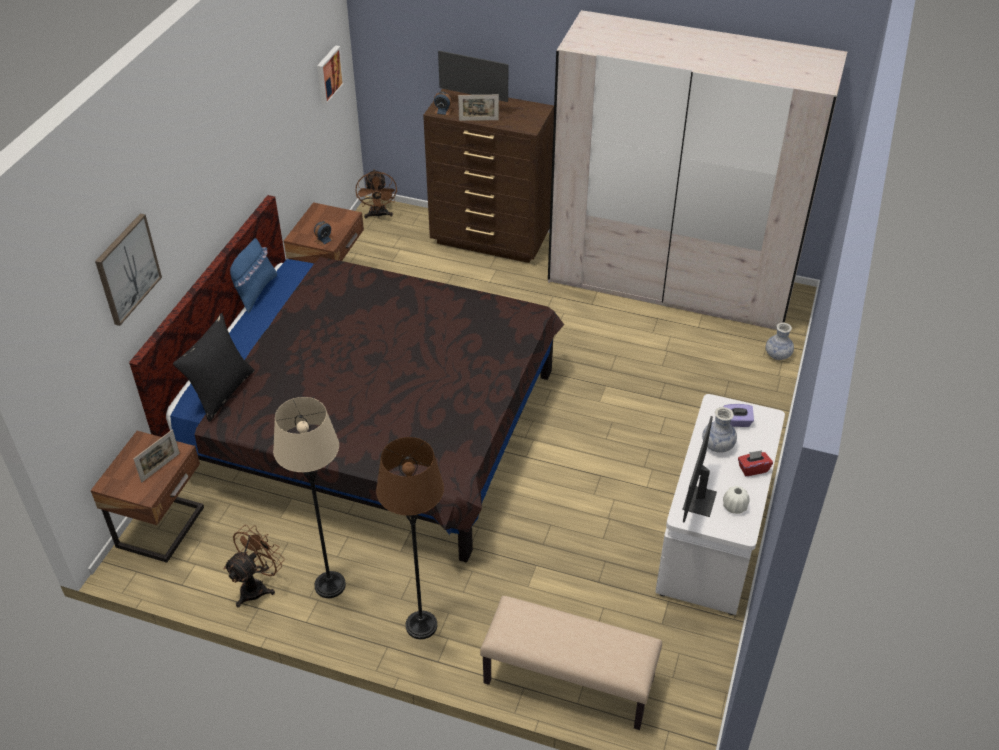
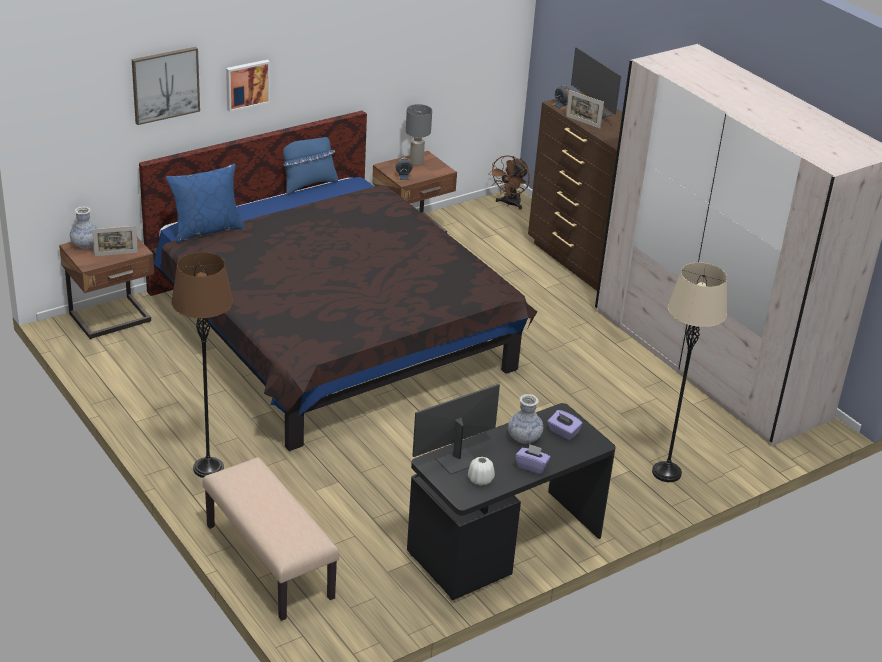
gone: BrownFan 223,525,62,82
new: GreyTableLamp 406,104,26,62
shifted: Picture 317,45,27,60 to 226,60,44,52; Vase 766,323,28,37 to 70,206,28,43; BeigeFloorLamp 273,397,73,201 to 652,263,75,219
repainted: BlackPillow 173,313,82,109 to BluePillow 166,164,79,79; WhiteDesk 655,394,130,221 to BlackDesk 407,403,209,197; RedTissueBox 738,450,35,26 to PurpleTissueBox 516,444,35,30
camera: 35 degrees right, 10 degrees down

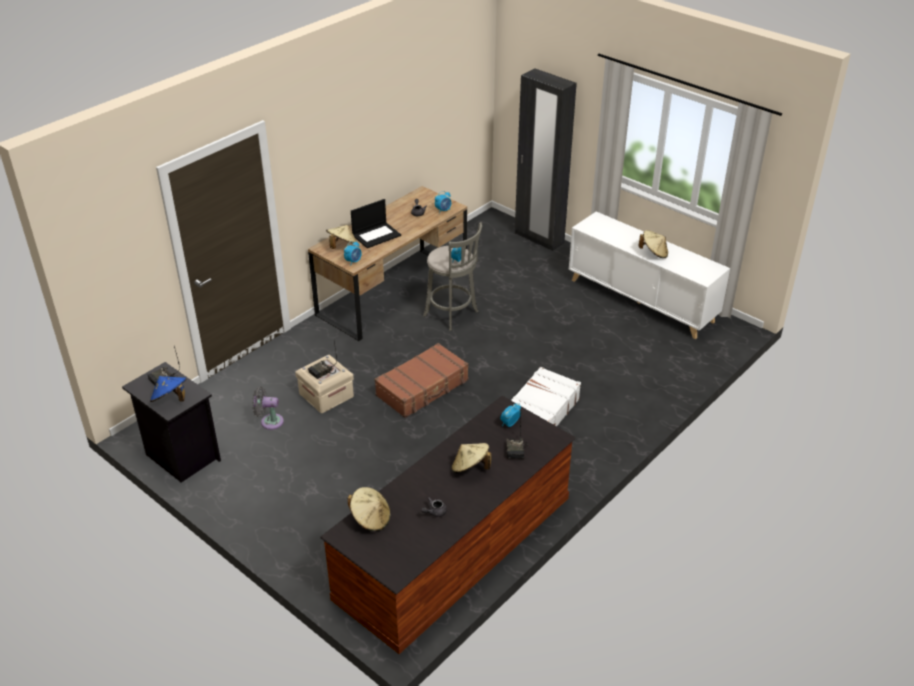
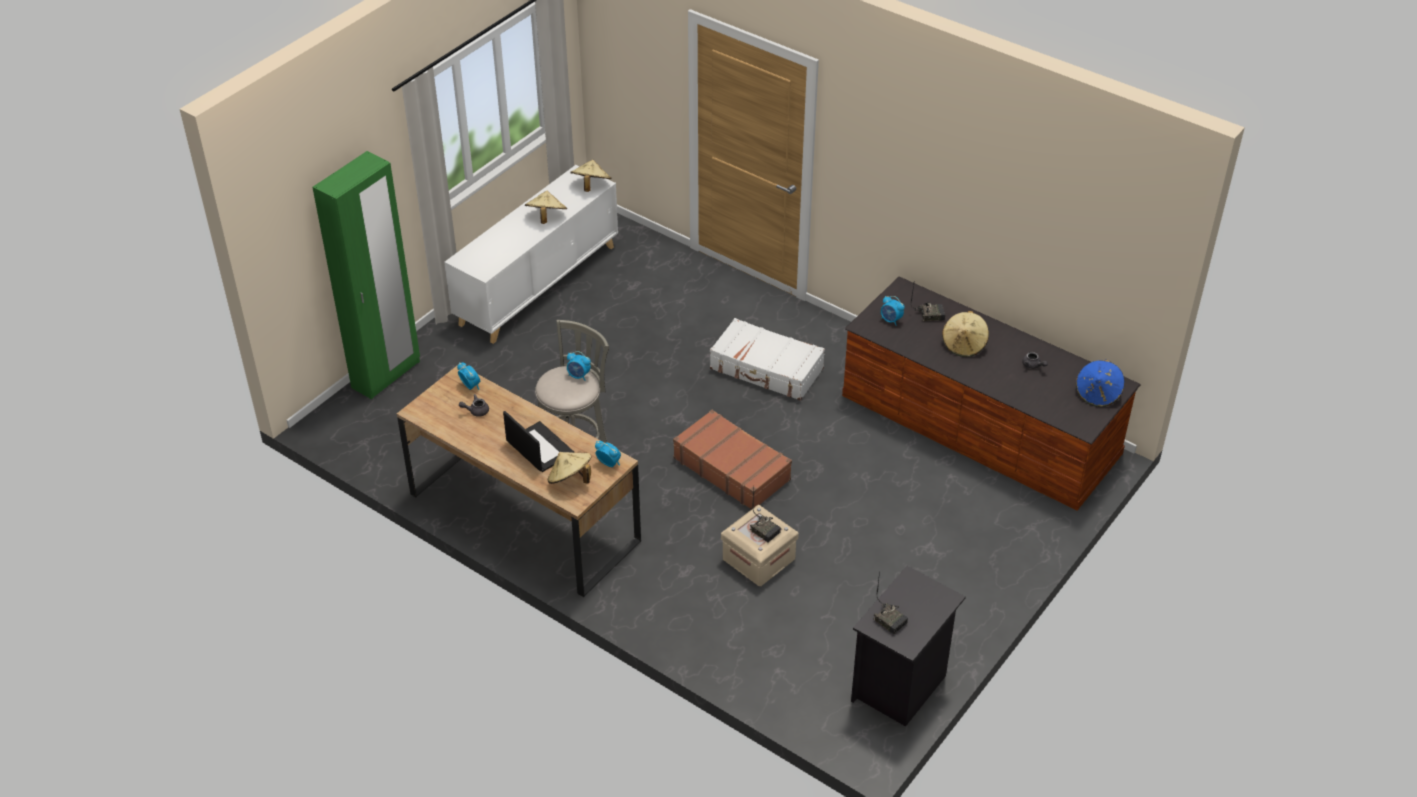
gone: GreyFan 252,387,32,43
shifted: BlueHat 150,376,36,26 to 1076,359,48,48; BeigeHat 348,487,42,44 to 570,160,41,32
repainted: BlackWardrobe 515,68,62,183 to GreenWardrobe 313,151,107,248
camera: 95 degrees left, 5 degrees up

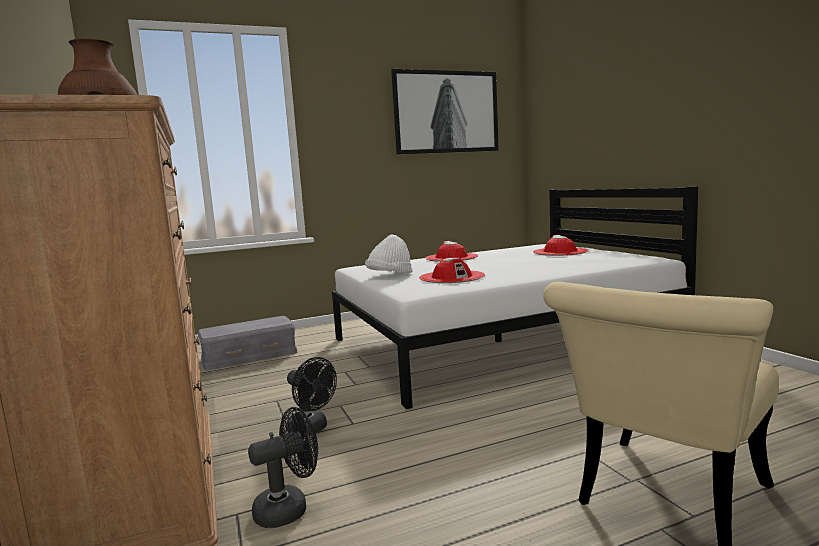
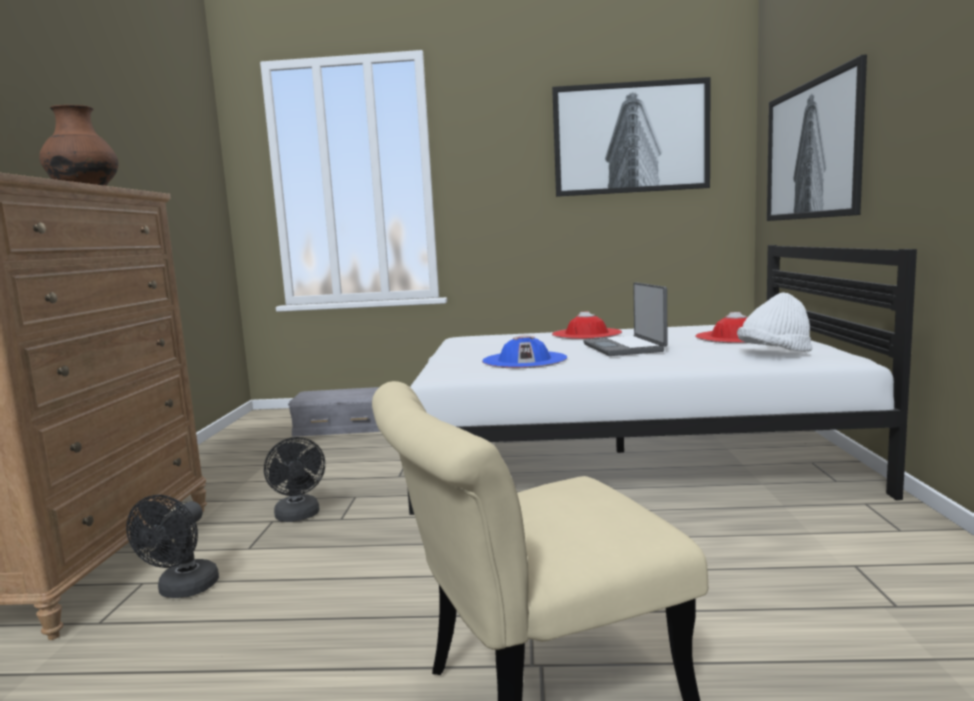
new: Picture 767,54,100,167; Laptop 583,282,85,74
shifted: WhiteHat 365,235,48,38 to 737,293,75,59
repainted: RedHat 419,258,66,25 to BlueHat 482,335,85,33
rotated: BlackFan 248,407,70,121 = 126,495,93,103 105 degrees clockwise
camera: 25 degrees right, 0 degrees up

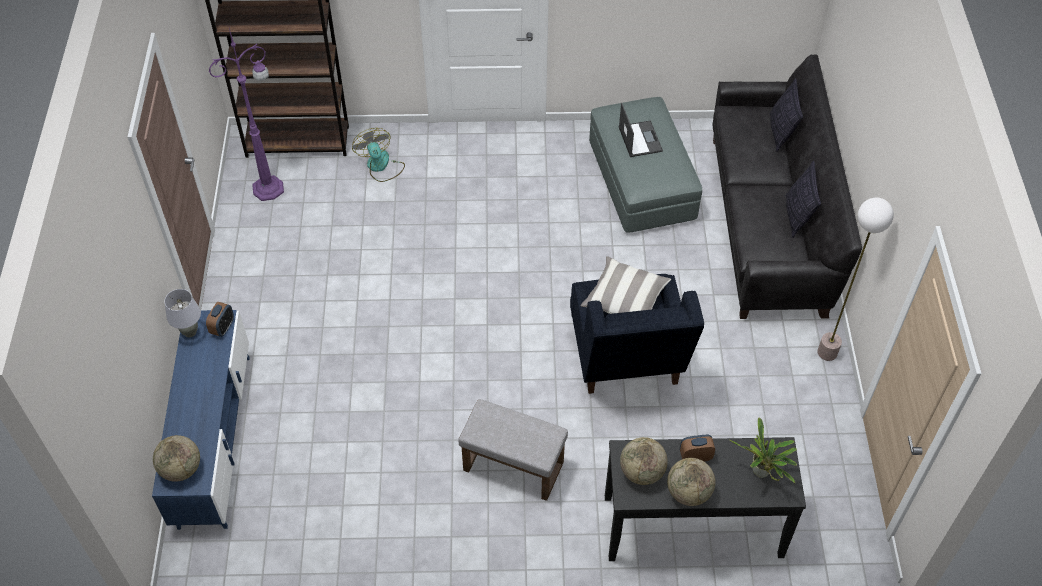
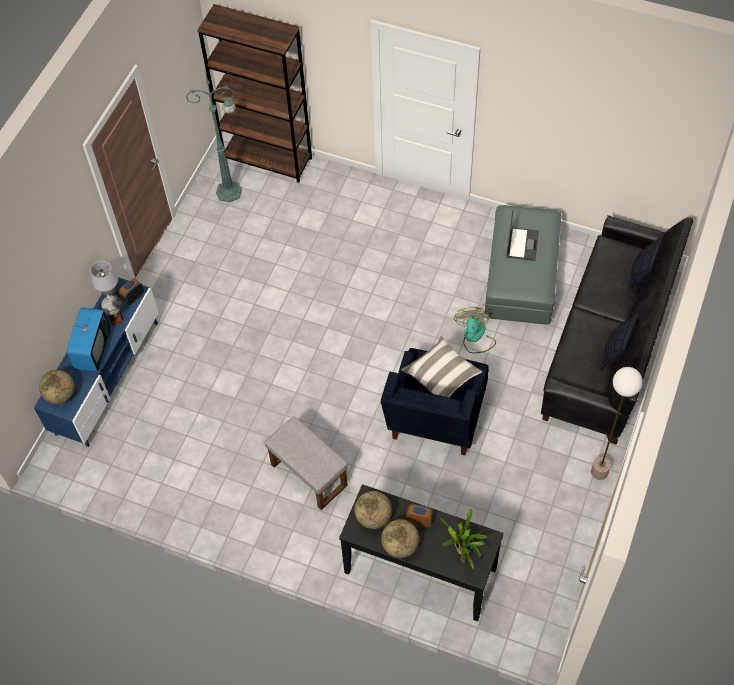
new: Globe 101,294,23,32; Television 67,307,44,65
shifted: Fan 352,128,53,54 to 454,308,42,45
repainted: PurpleFloorLamp 209,28,75,173 to GreenFloorLamp 186,70,56,132
camera: 25 degrees right, 5 degrees up

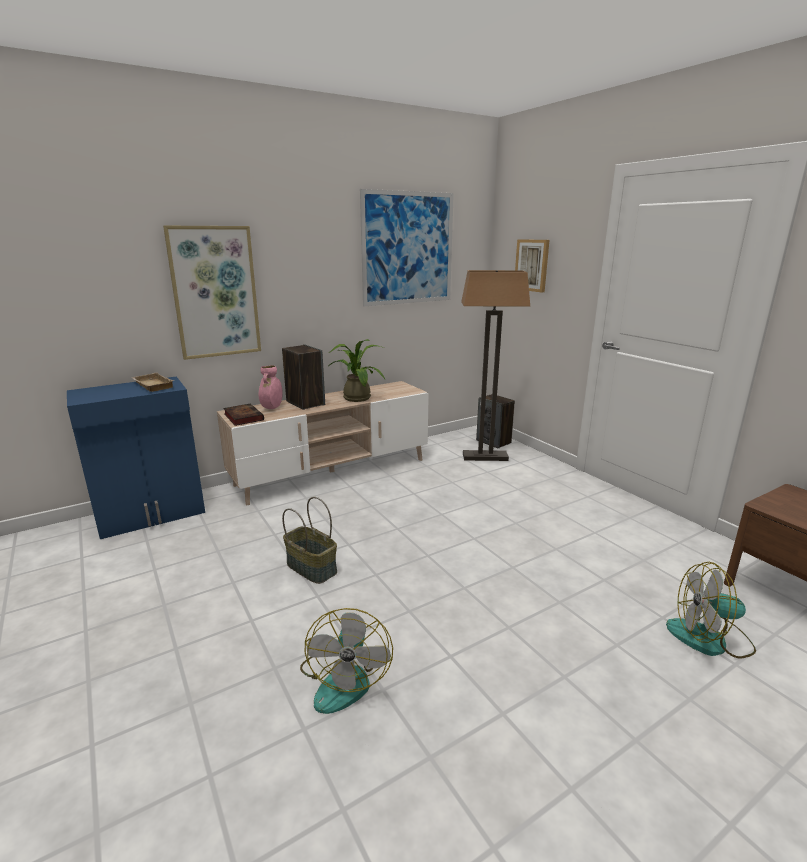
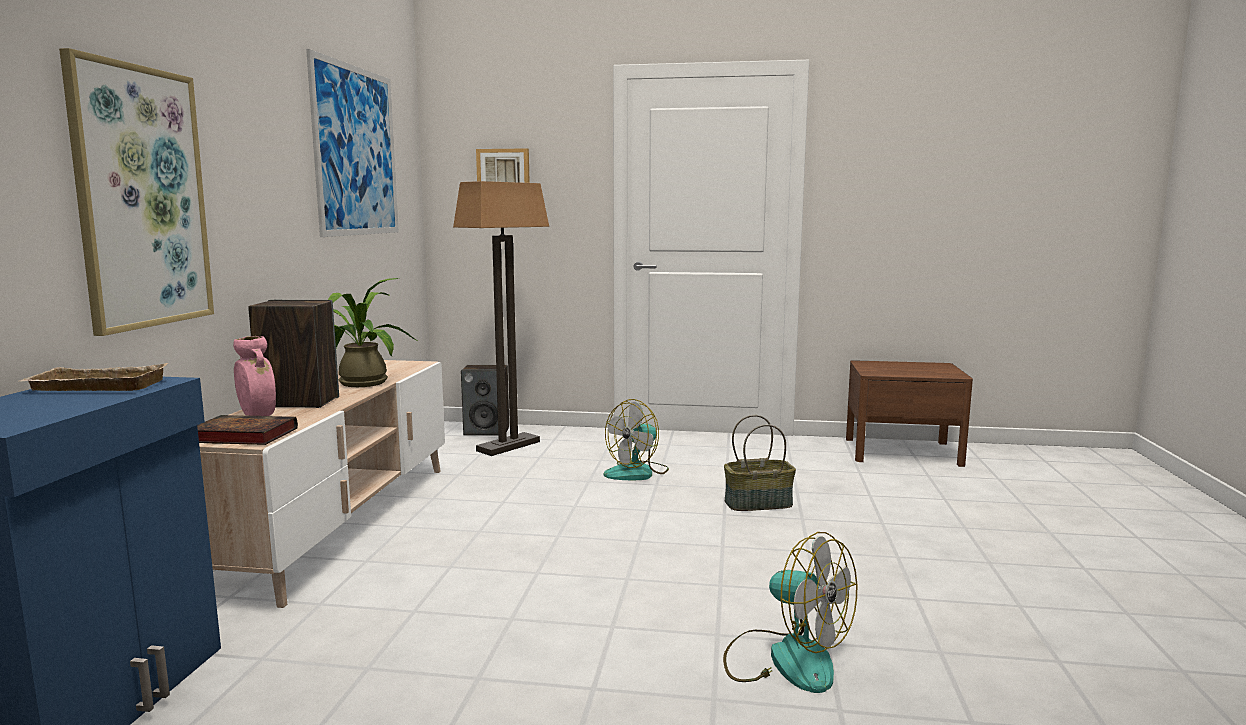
shifted: Basket 282,497,55,87 to 724,415,72,96; Fan 666,562,90,97 to 604,399,65,82
camera: 50 degrees left, 10 degrees down

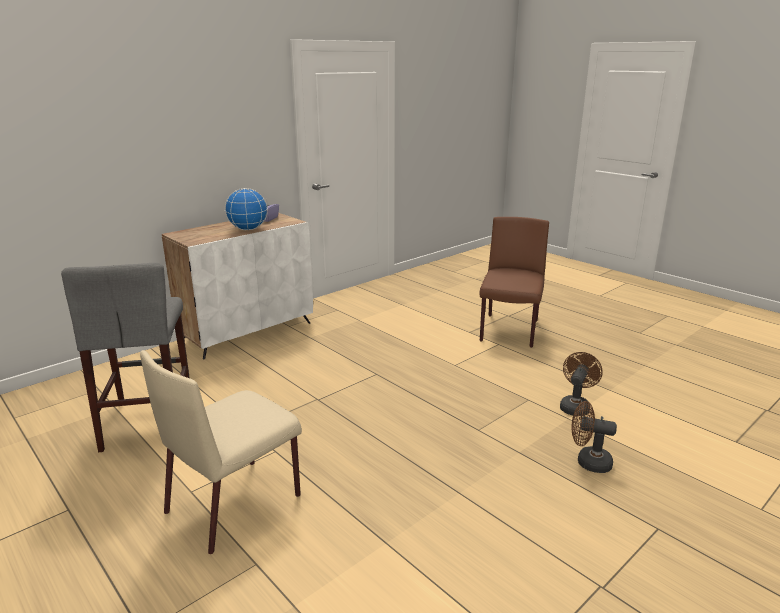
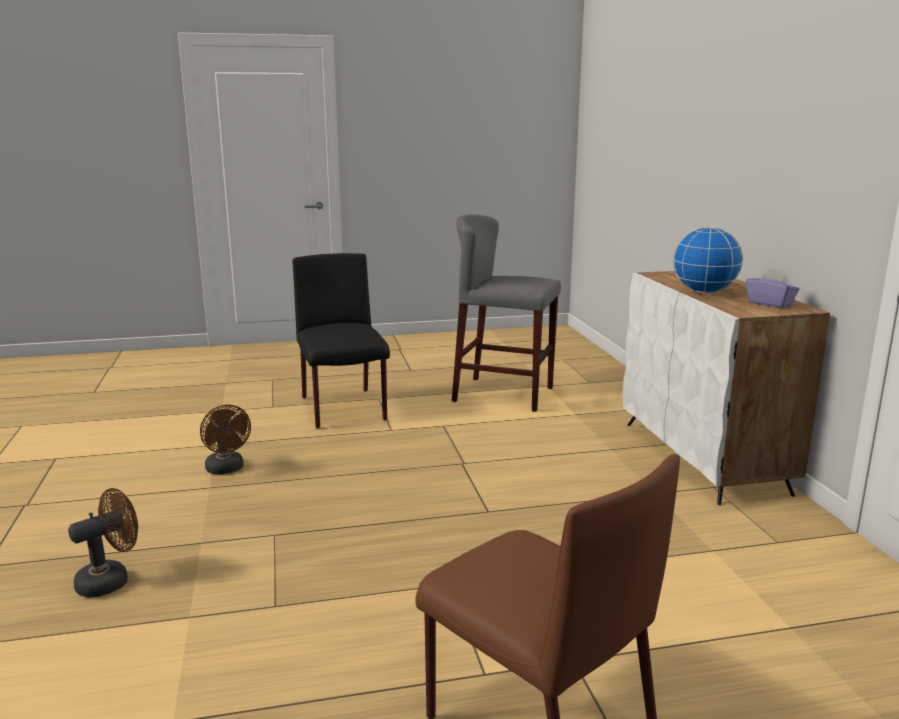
shifted: BrownFan 560,352,43,64 to 200,404,51,70
repainted: BeigeChair 140,350,162,204 to BlackChair 292,253,98,175
camera: 120 degrees right, 5 degrees down

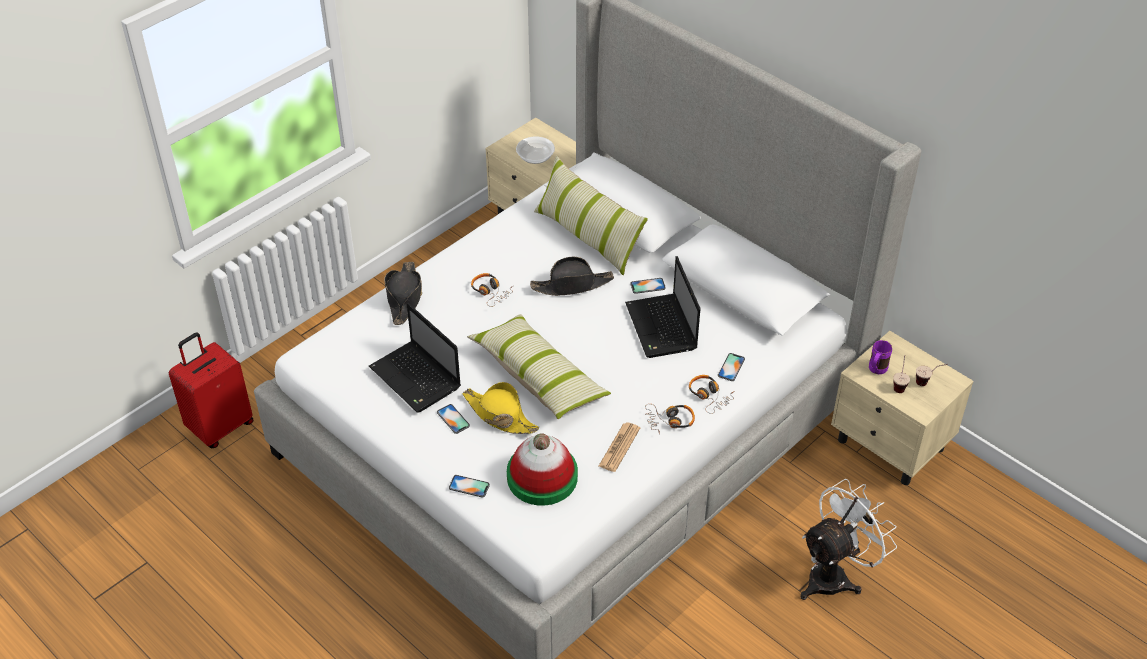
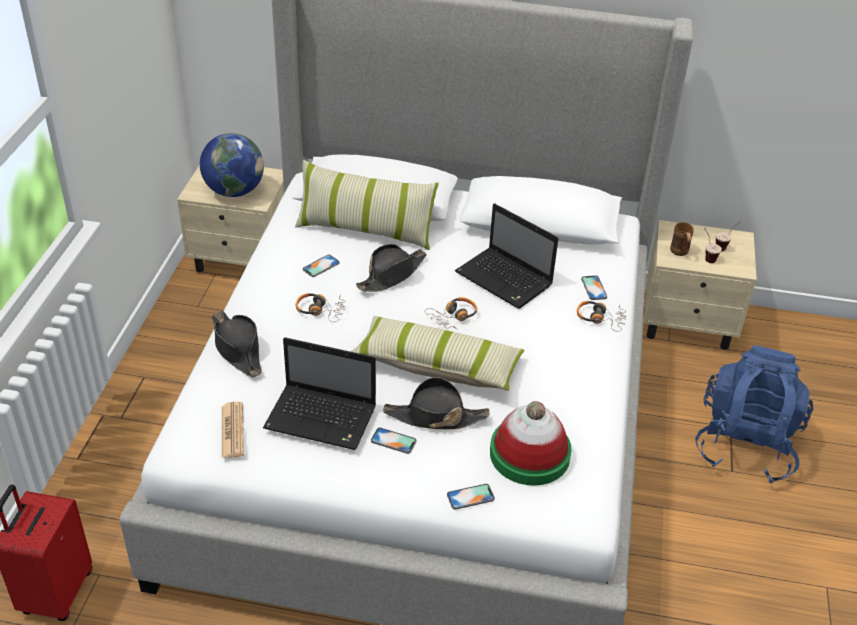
shifted: Phone 630,278,36,16 to 303,255,36,22; Headphones 645,404,50,30 to 425,297,52,32; Newspaper 599,423,41,49 to 222,402,22,56
swapped: Bowl 516,136,39,28 to Globe 200,133,64,64; WhiteFan 800,479,97,121 to BlueBackpack 695,345,119,139
repainted: PurpleMug 869,340,23,34 to BrownMug 670,222,23,34; YellowHat 463,382,76,52 to BlackHat 383,377,107,52
camera: 35 degrees left, 5 degrees down

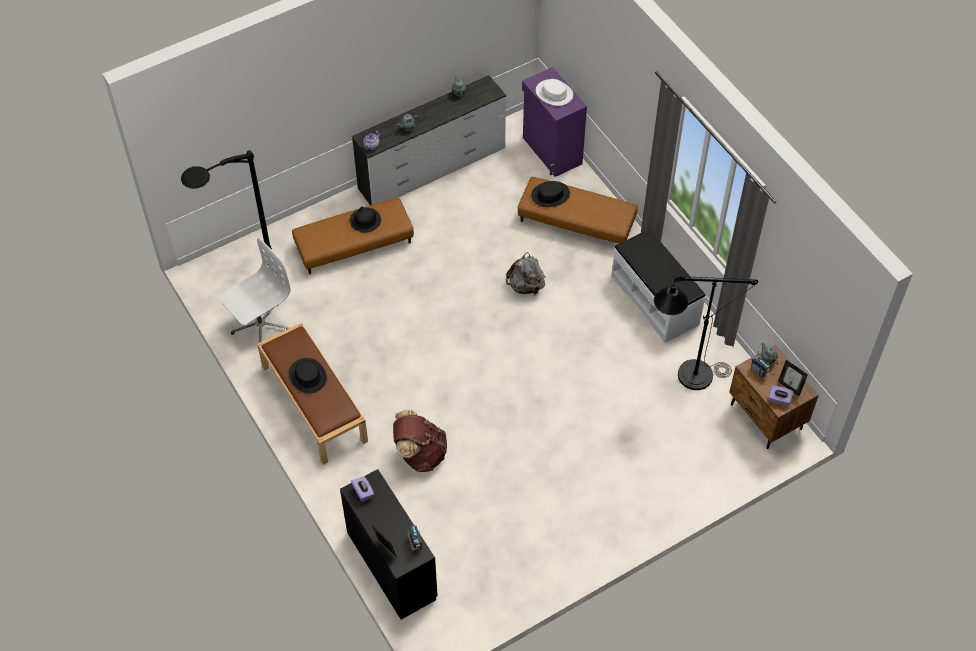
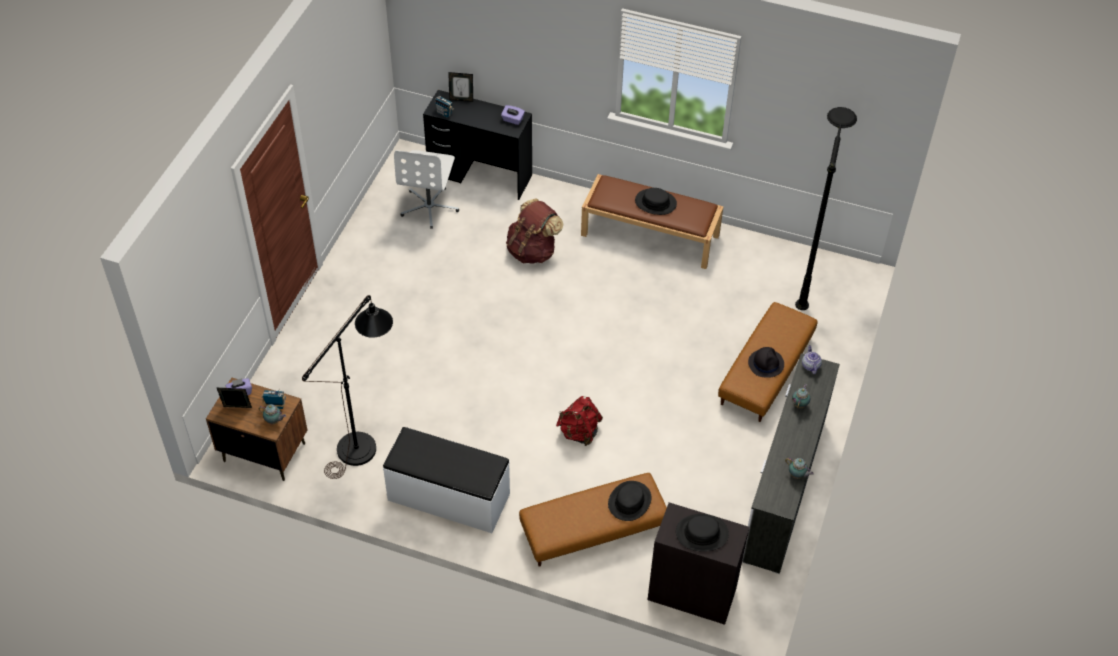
shifted: WhiteOfficeChair 219,238,72,105 to 394,150,65,79
repainted: PurpleCabinet 522,67,65,110 to BlackCabinet 648,503,102,122; WhiteHat 536,79,37,27 to BlackHat 676,514,53,38; GreyBackpack 506,252,40,42 to RedBackpack 556,396,47,50
camera: 140 degrees right, 5 degrees down

